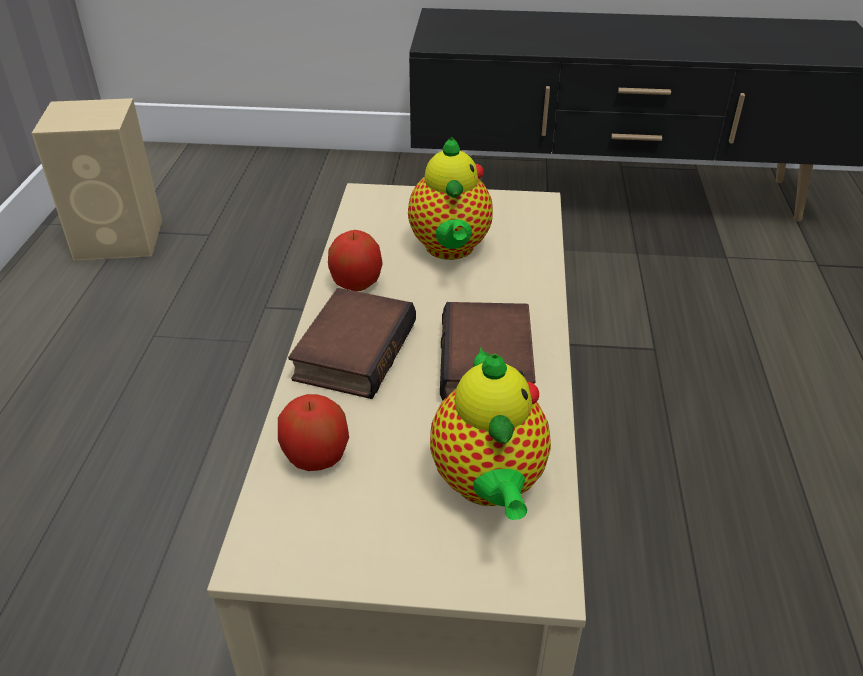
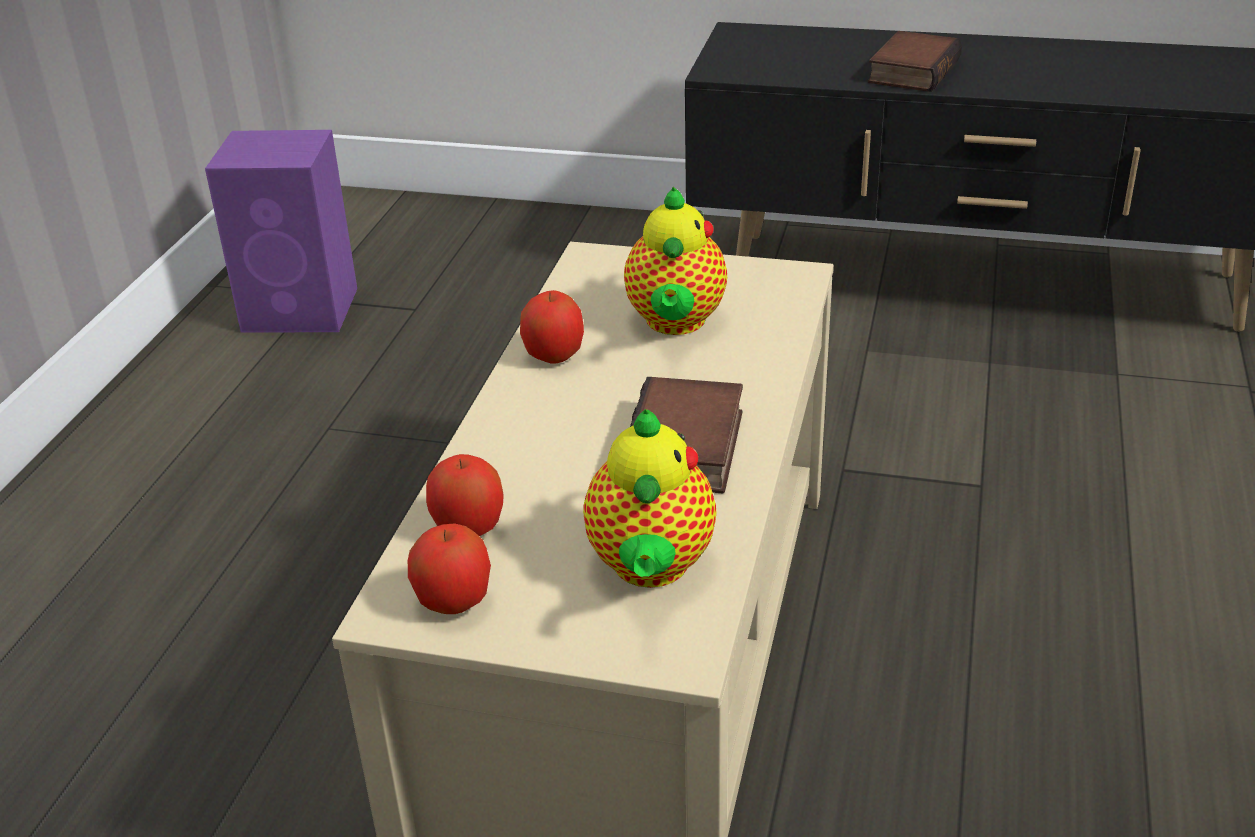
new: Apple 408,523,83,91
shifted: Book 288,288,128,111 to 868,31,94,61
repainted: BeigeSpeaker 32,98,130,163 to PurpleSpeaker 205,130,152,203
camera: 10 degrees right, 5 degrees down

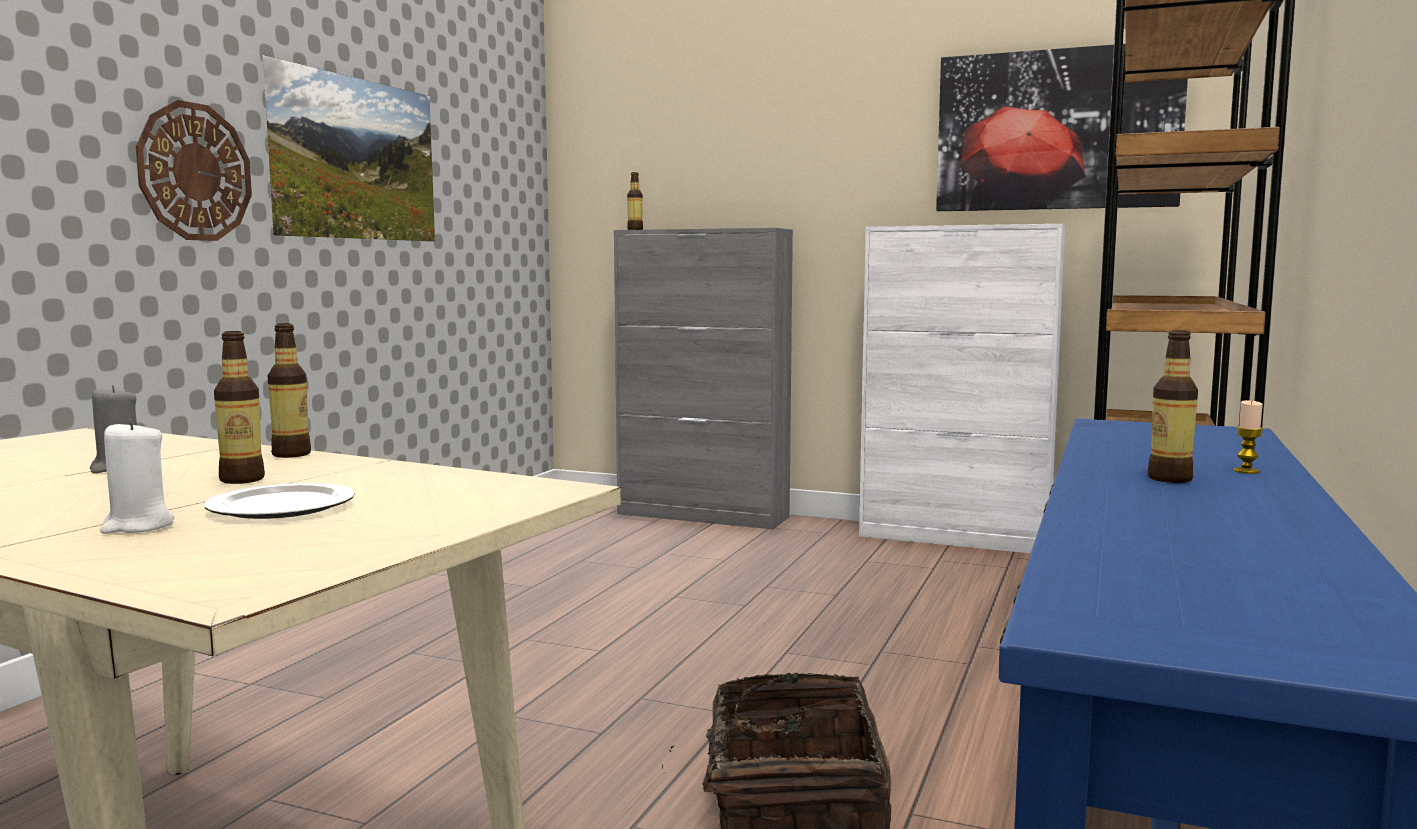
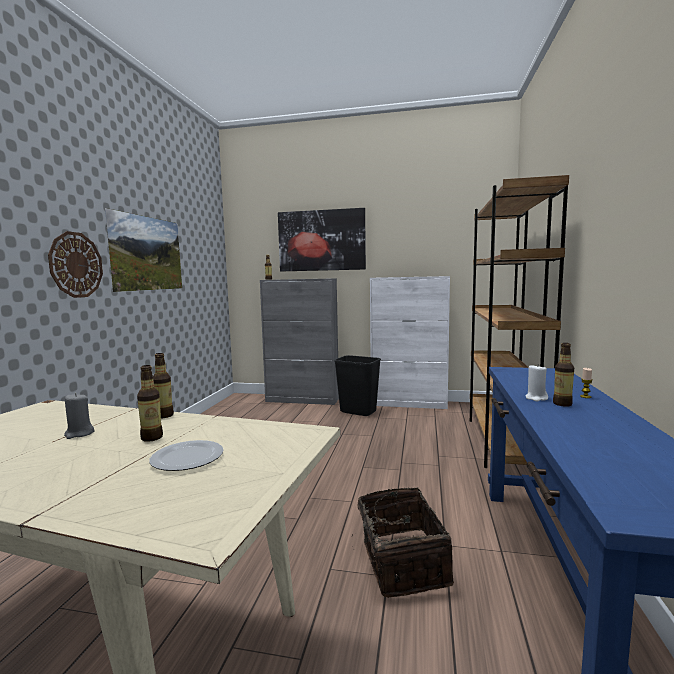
new: BlackTrashCan 334,355,47,61
shifted: Picture 936,44,252,167 to 278,208,88,63; WhiteCandle 100,419,75,115 to 525,364,23,37
camera: 10 degrees left, 0 degrees up

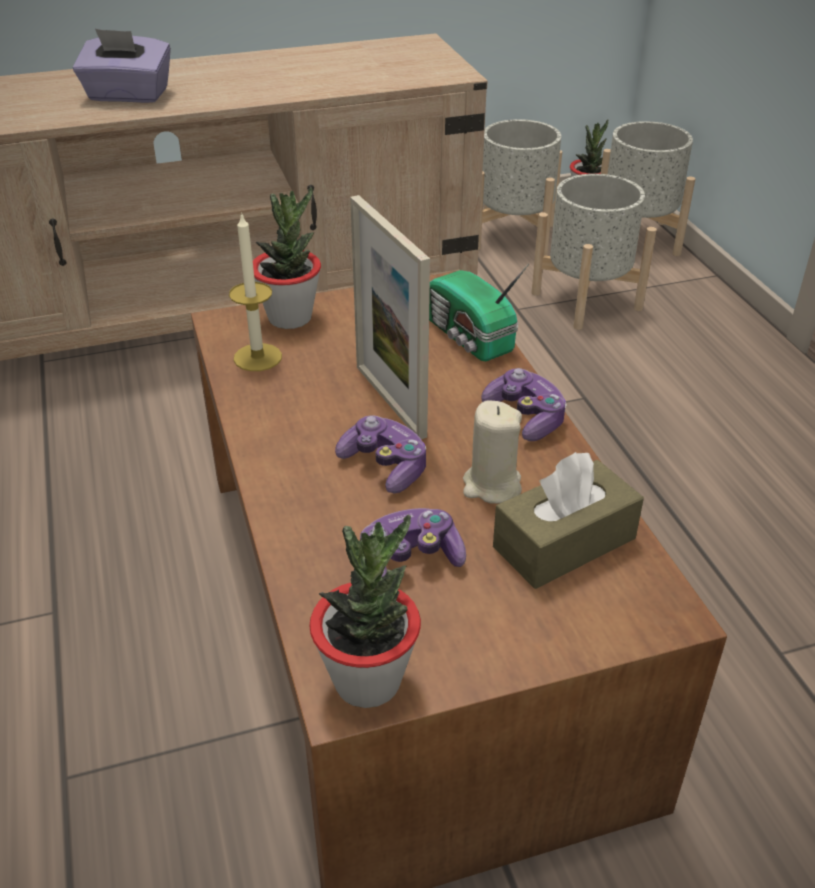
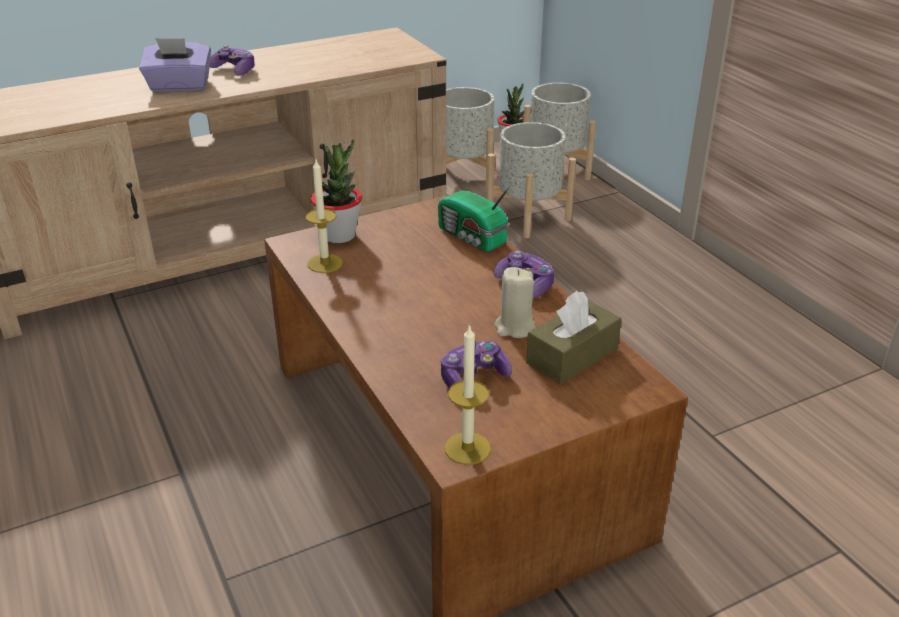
gone: PictureFrame 350,195,80,244
shifted: GameController 335,415,91,79 to 210,45,45,30
swapped: PottedPlant 309,515,112,193 to Candle 445,324,46,141
camera: 10 degrees left, 5 degrees down

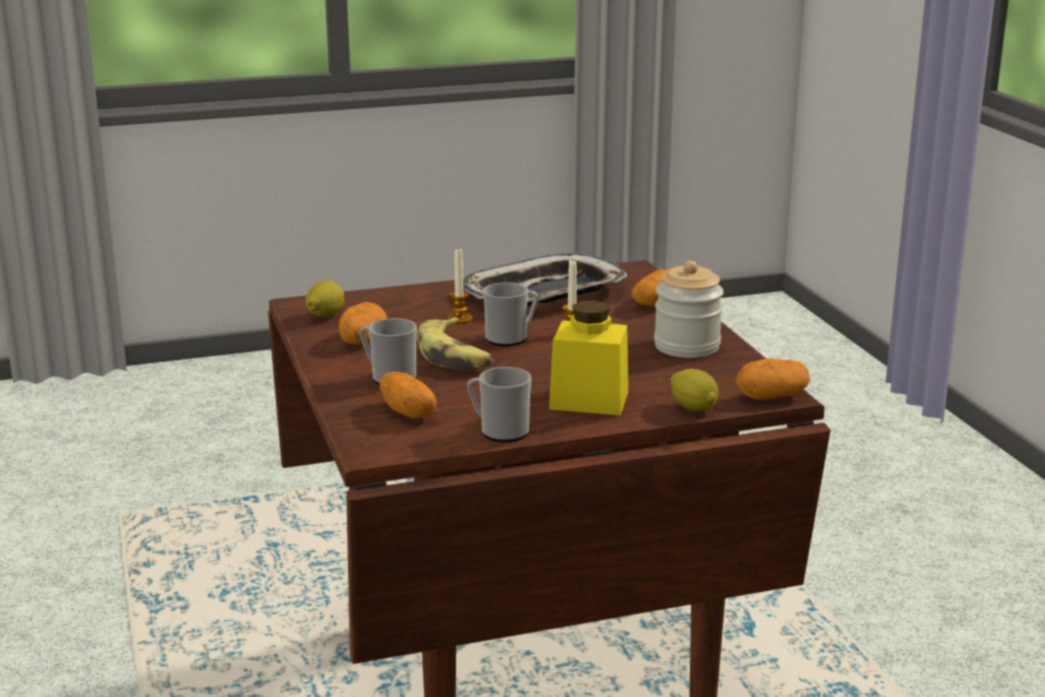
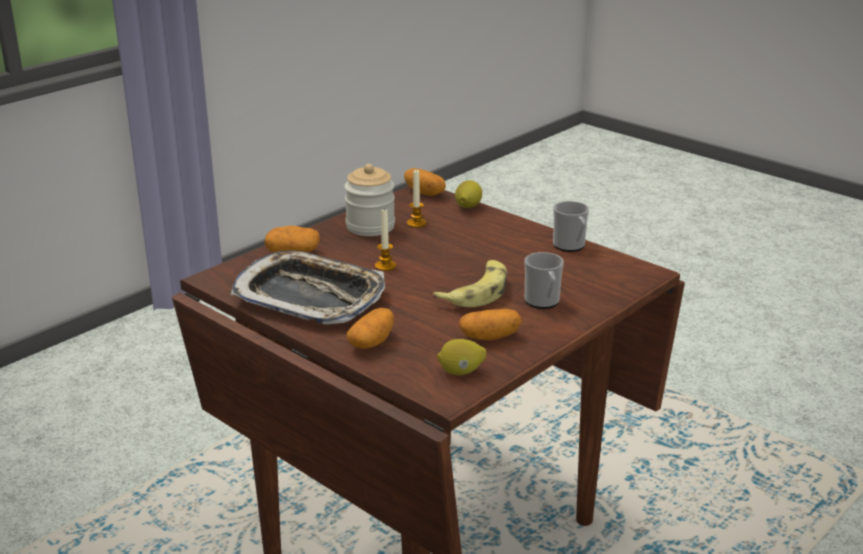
gone: Mug 483,282,55,64; YellowJar 549,300,79,116
shifted: Candle 447,247,25,77 to 407,169,20,59; Potato 380,372,57,47 to 346,308,48,41
camera: 120 degrees left, 5 degrees up

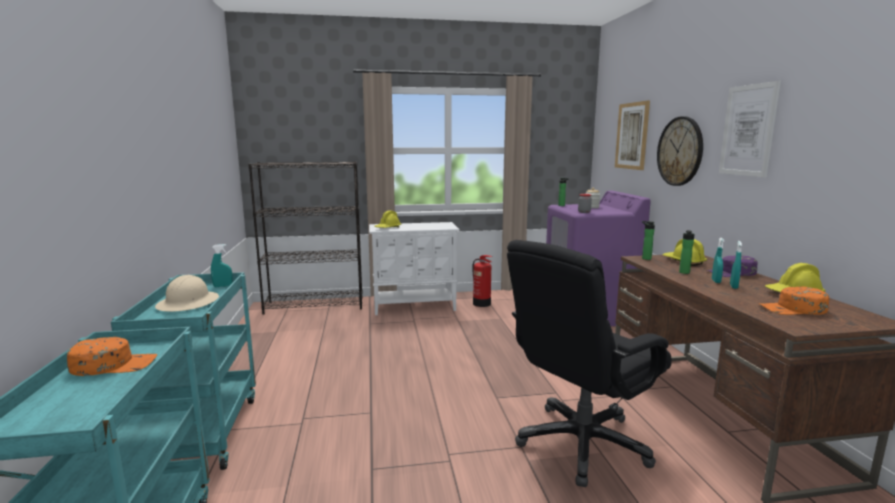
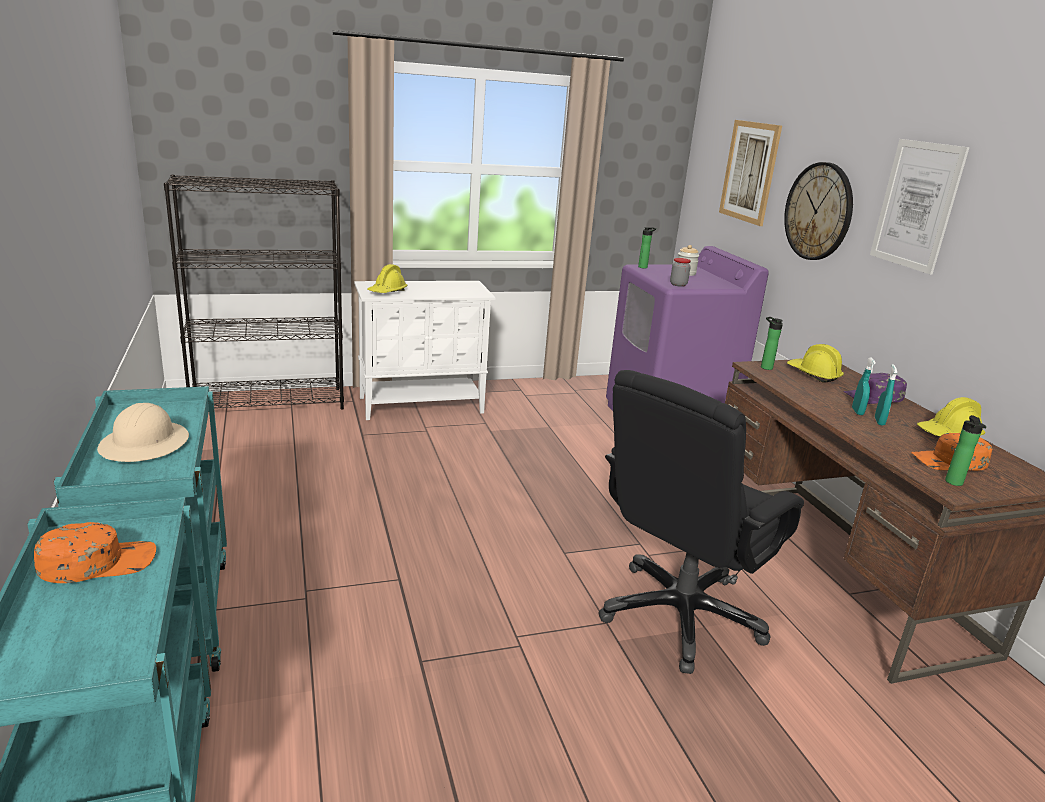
gone: TurquoiseSprayBottle 211,244,21,43; FireExtinguisher 472,255,20,52
shifted: Bottle 679,230,16,44 to 945,415,41,71
camera: 10 degrees left, 10 degrees up

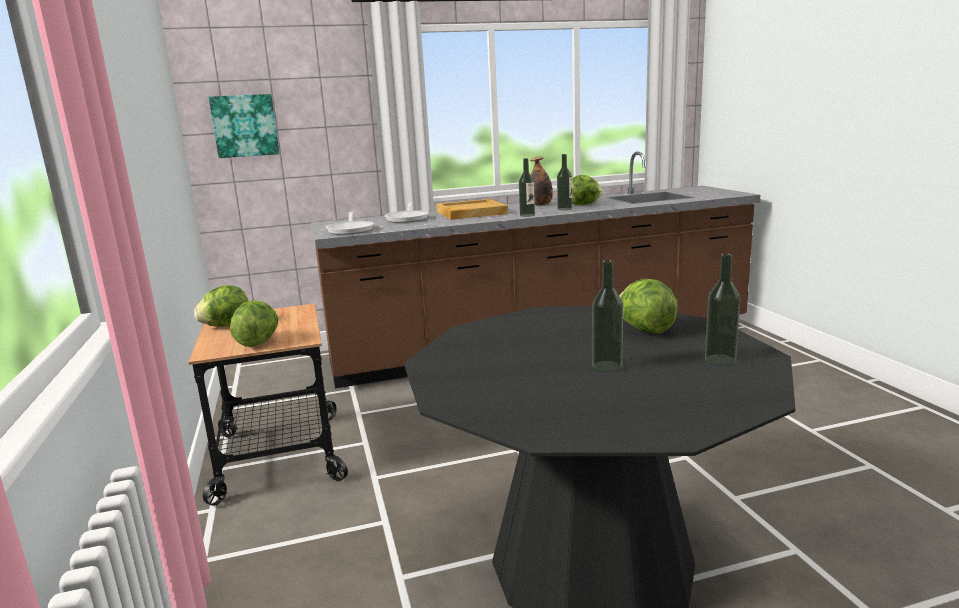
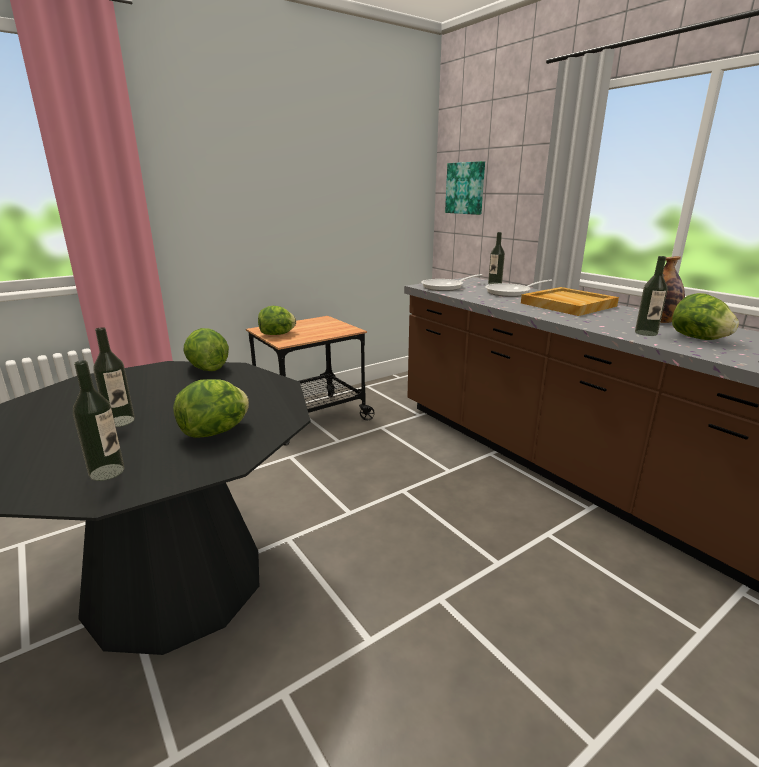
shifted: Bottle 519,158,16,59 to 488,232,17,52; Lettuce 194,285,55,42 to 184,328,45,43
camera: 70 degrees right, 5 degrees up

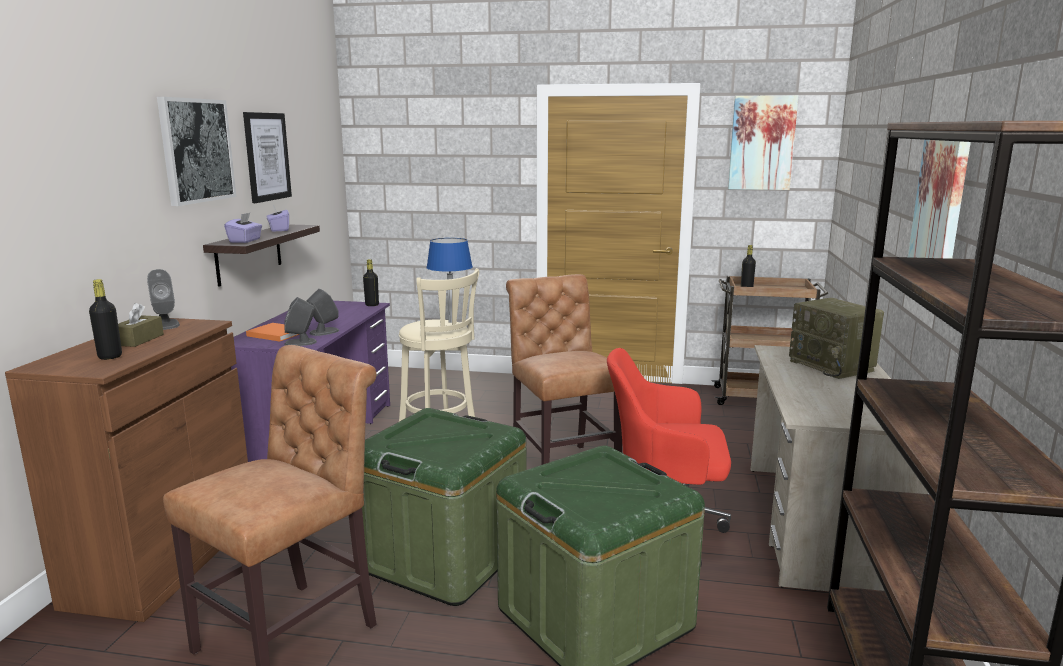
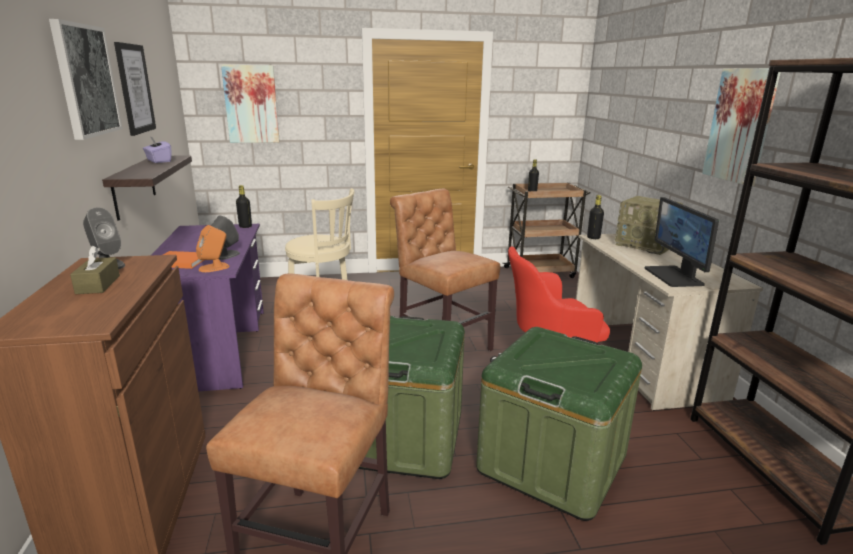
gone: PurpleTissueBox 224,213,38,30; BlueTableLamp 426,238,47,85
new: Monitor 645,197,74,90
shifted: Picture 728,95,70,95 to 221,64,59,79; BlackBottle 89,279,33,81 to 587,195,17,44
repainted: GreySpeaker 284,297,33,49 to OrangeSpeaker 196,225,33,47
camera: 20 degrees left, 5 degrees up

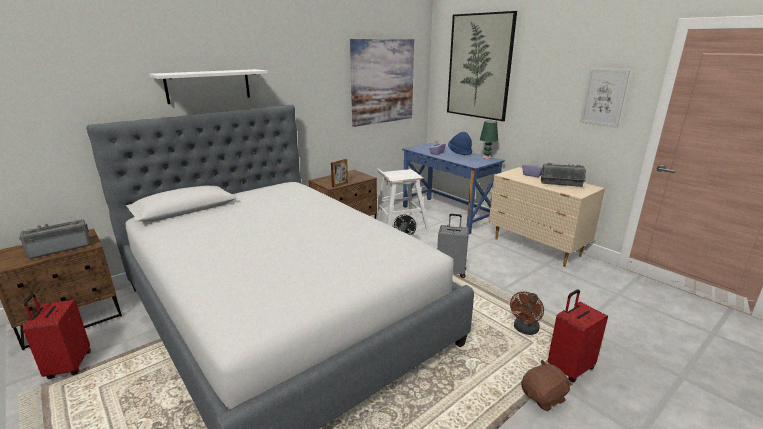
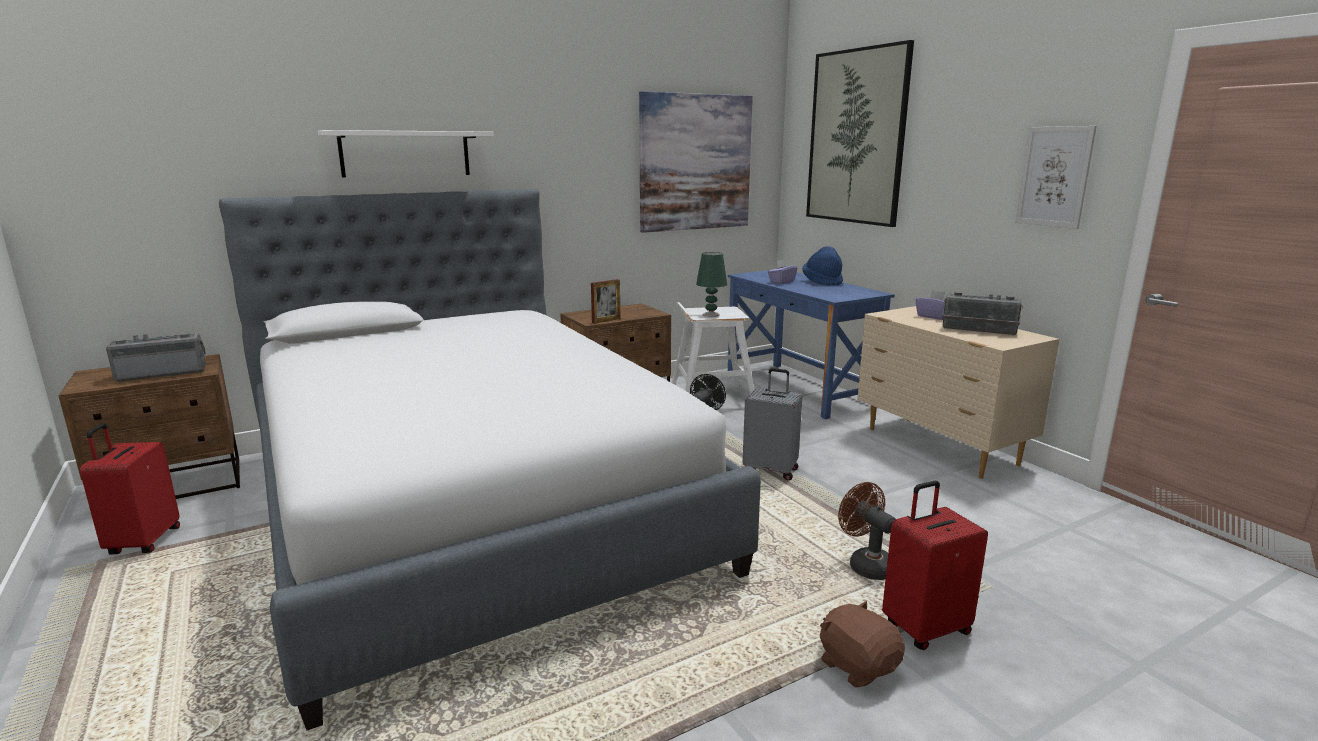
shifted: GreenTableLamp 480,121,18,38 to 696,252,31,65
rotated: BrownFan 510,292,34,43 = 838,482,58,98 105 degrees clockwise; BrownPlushToy 521,360,52,51 = 820,601,85,87 105 degrees counterclockwise
camera: 10 degrees right, 5 degrees down

